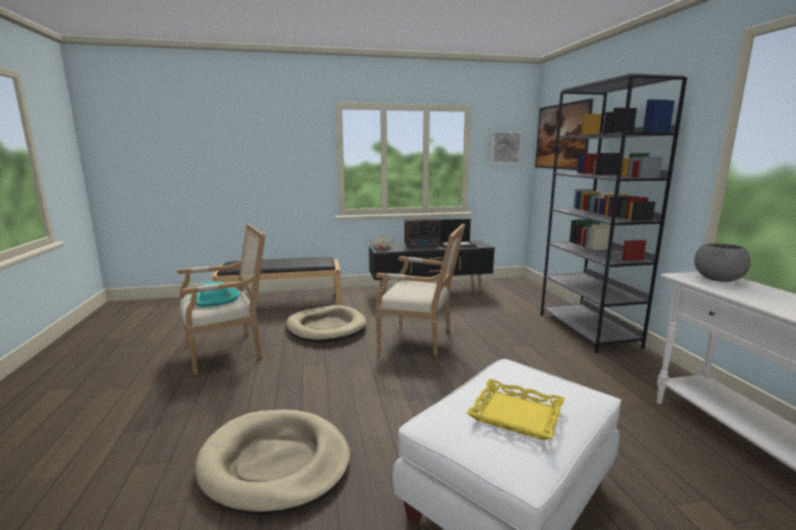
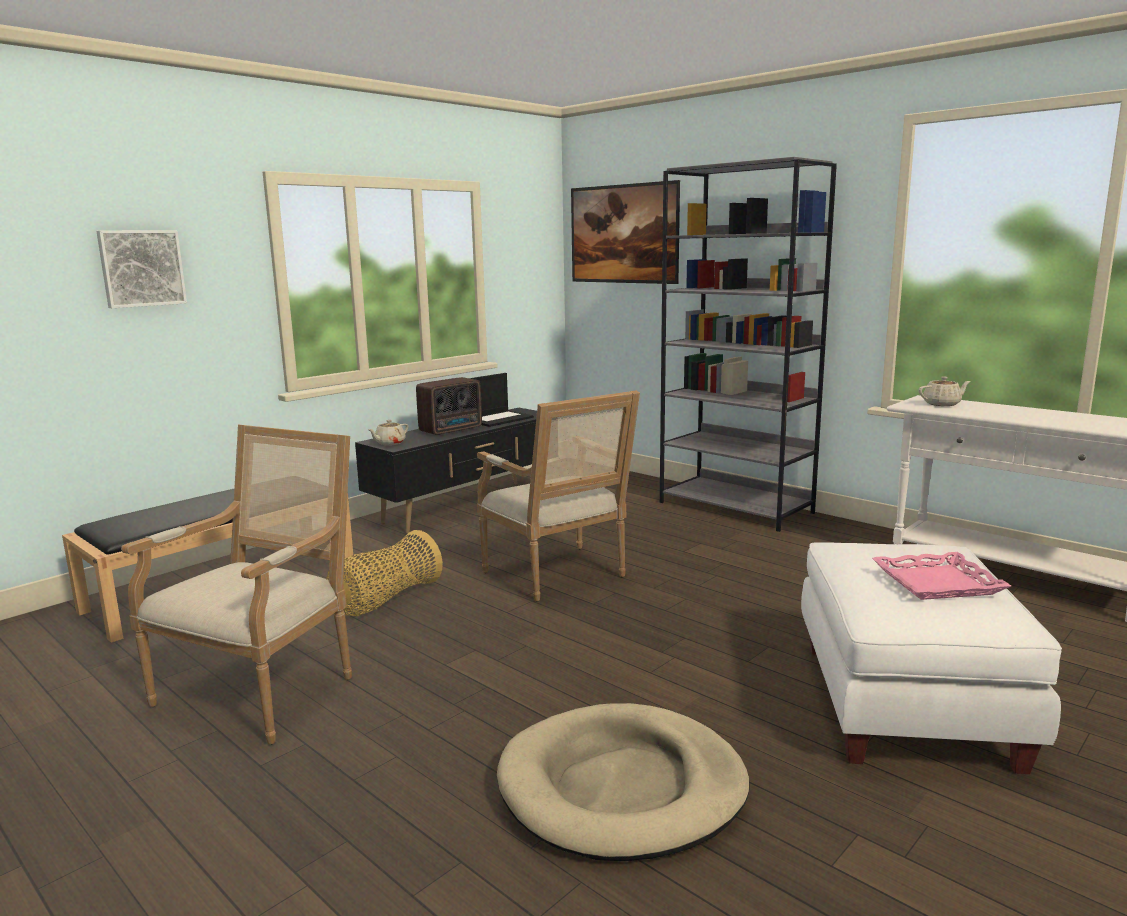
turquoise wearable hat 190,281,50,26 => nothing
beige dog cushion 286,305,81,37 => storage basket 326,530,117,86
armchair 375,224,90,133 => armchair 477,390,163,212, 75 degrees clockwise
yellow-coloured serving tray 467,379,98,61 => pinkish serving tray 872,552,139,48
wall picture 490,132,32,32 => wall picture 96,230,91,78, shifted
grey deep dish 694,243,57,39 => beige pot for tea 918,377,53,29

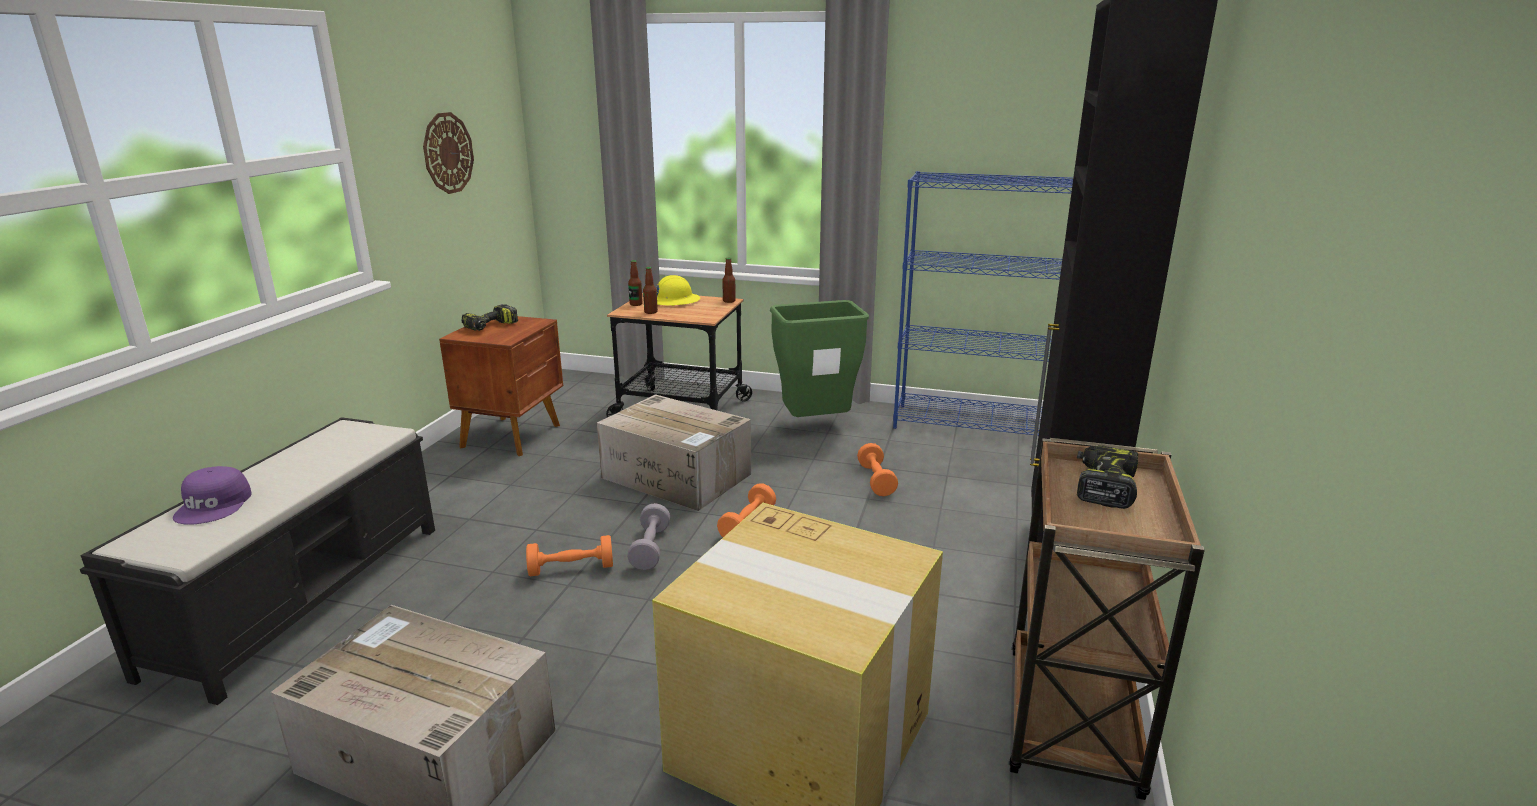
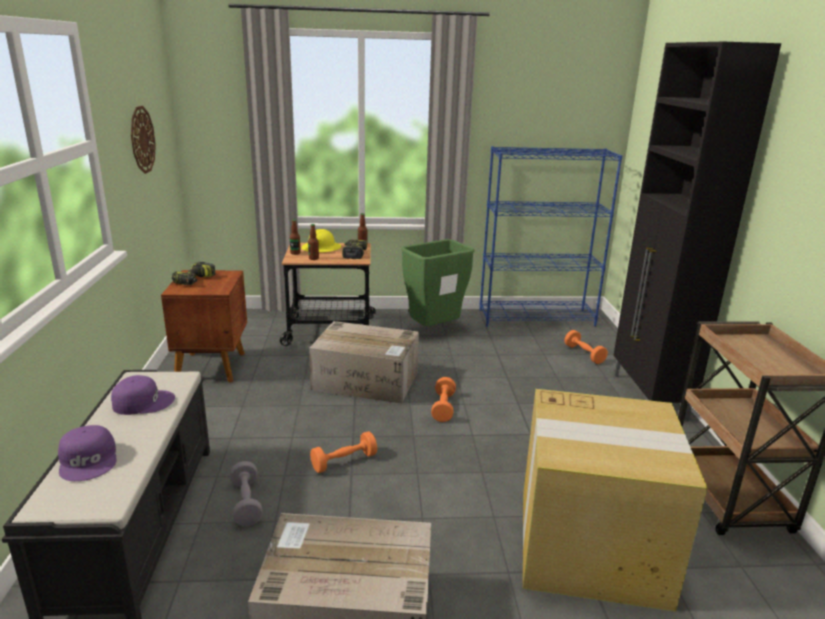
grey free weight 627,503,43,67 => grey free weight 230,461,33,65, shifted
orangey free weight 857,443,41,53 => orangey free weight 564,330,44,34, shifted
electric drill 1077,445,61,64 => electric drill 342,239,25,20, shifted
nothing => purple peaked cap 111,375,64,40

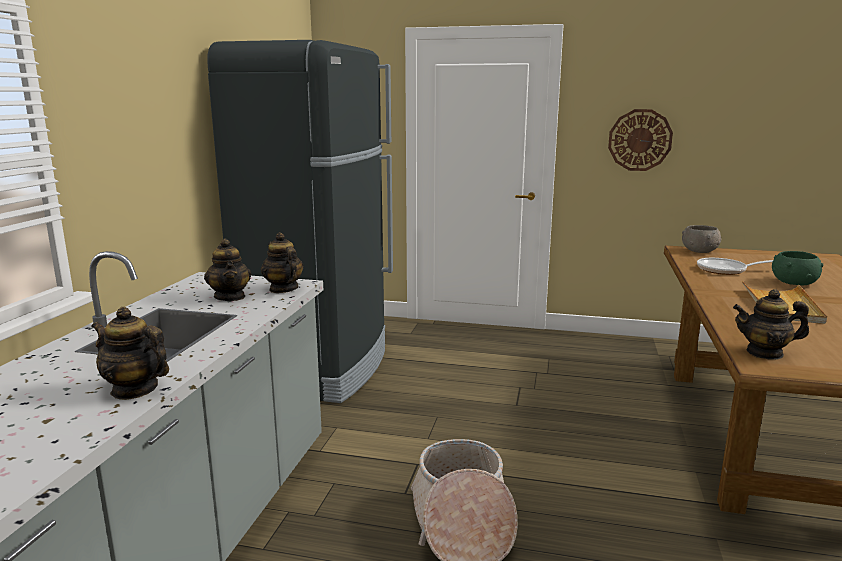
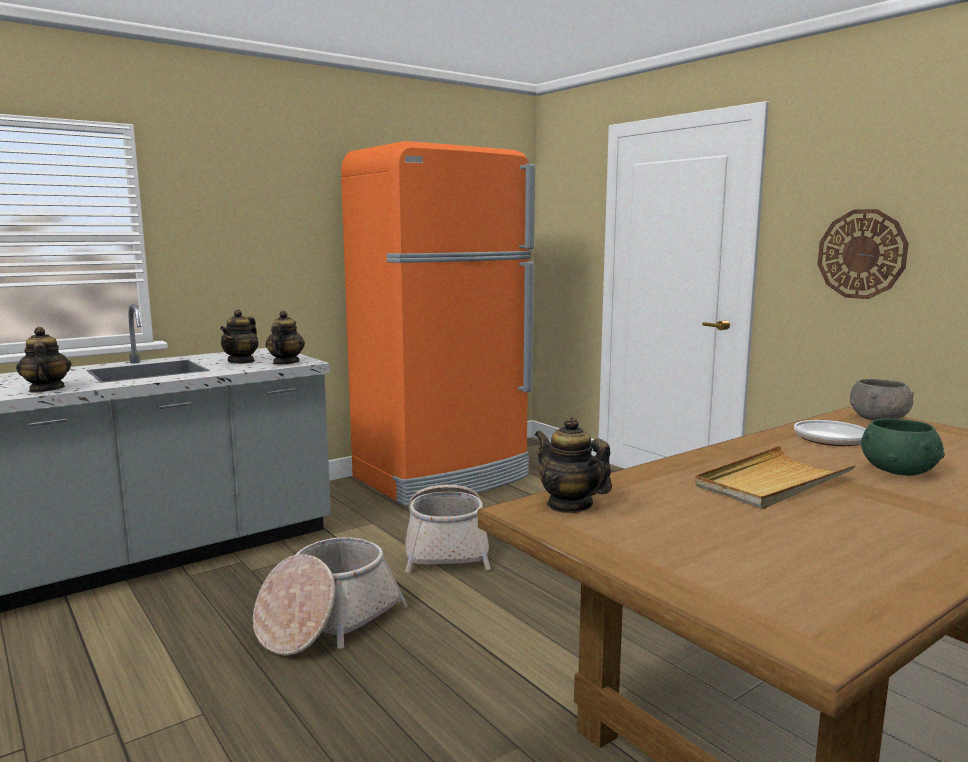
black-coloured refrigerator 207,40,186,363 => orangey refrigerator 341,141,194,366
nothing => storage basket 405,485,86,88

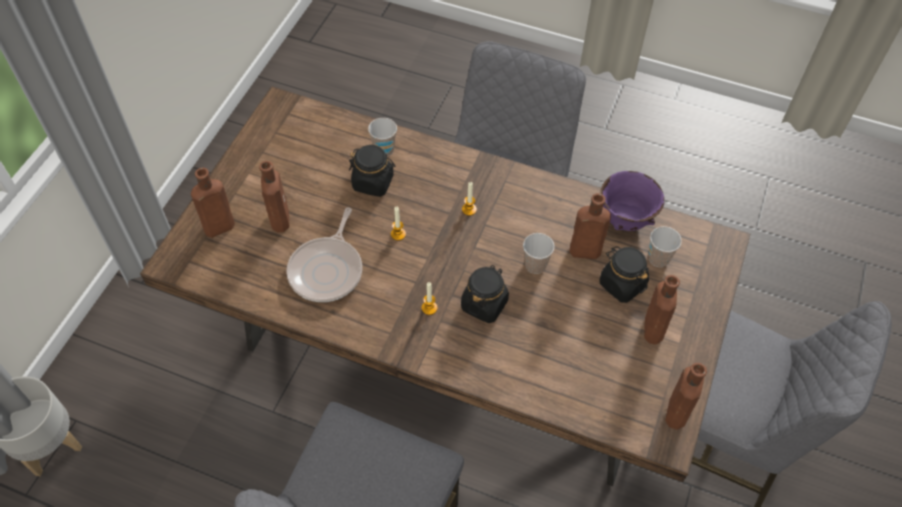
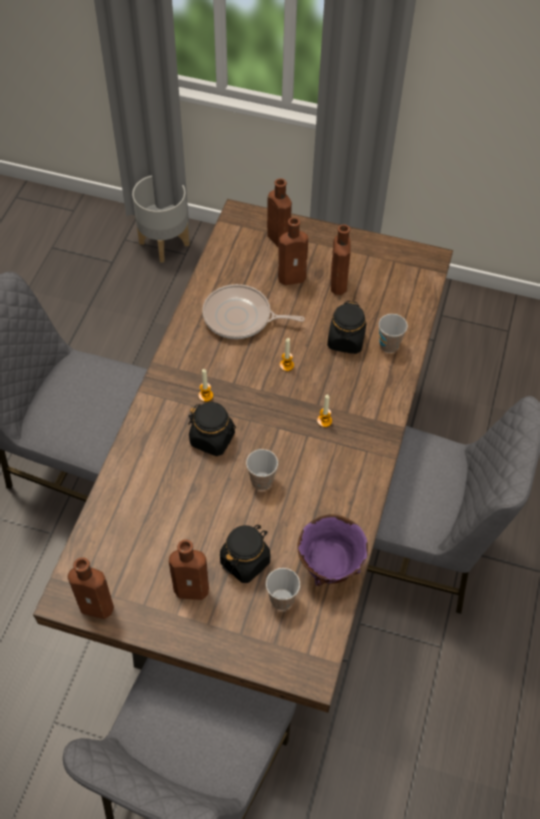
brownish bottle 570,193,41,66 => brownish bottle 331,224,20,71, shifted

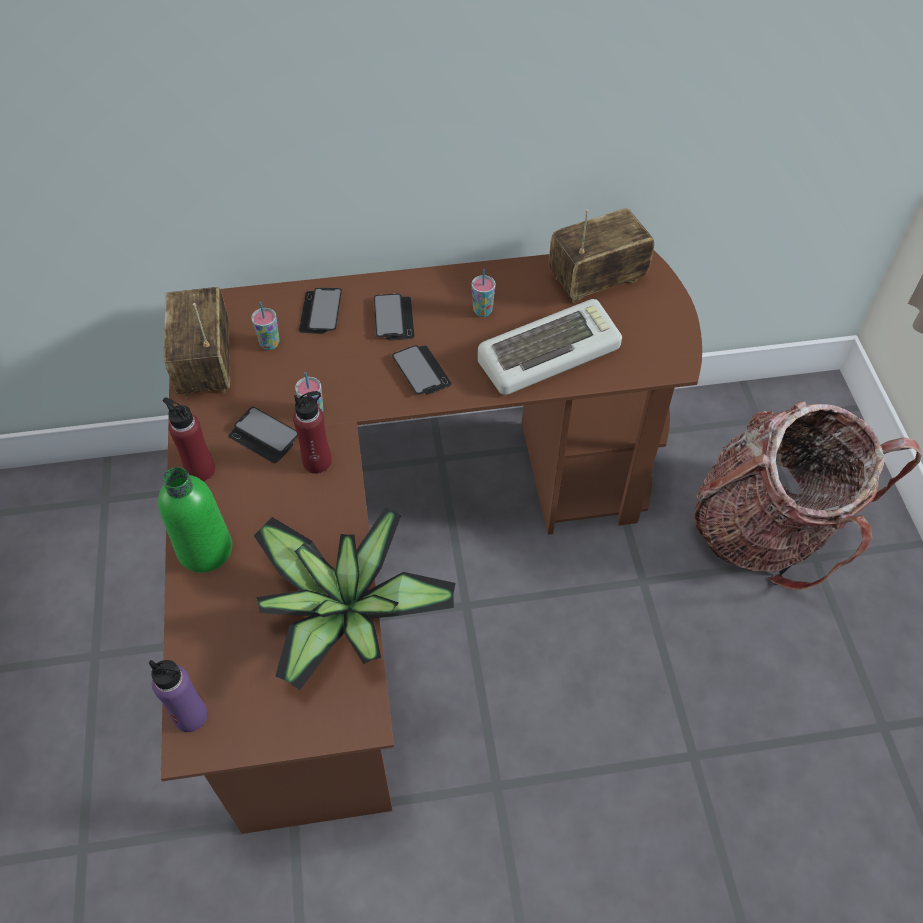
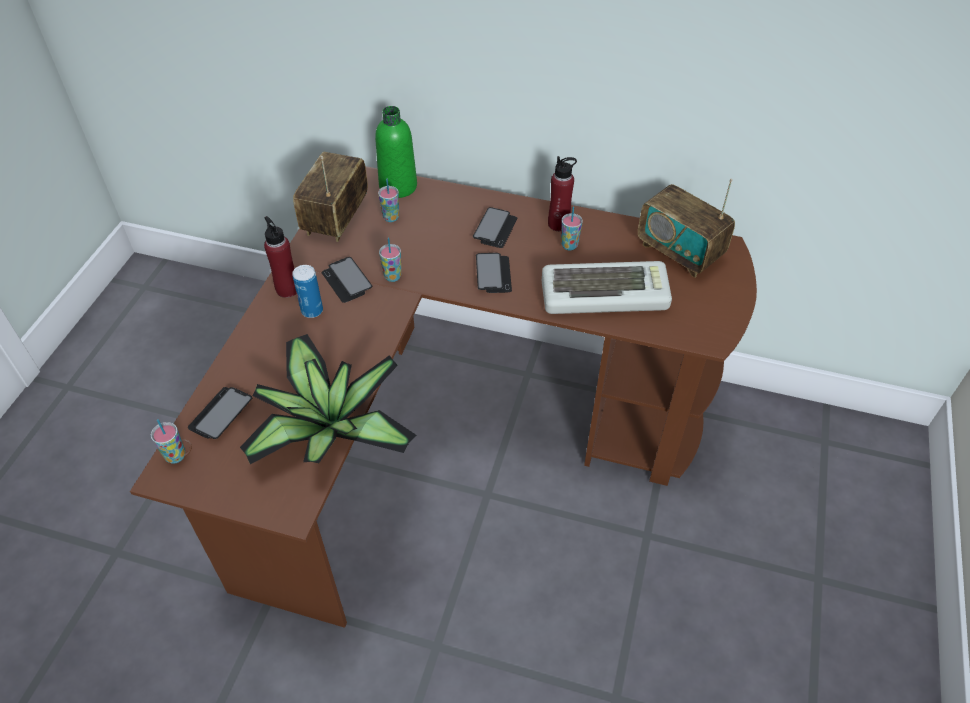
purple bottle 149,660,59,72 => cup 151,419,34,45
green-coloured bottle 158,467,74,106 => green-coloured bottle 375,106,42,92, shifted
red-coloured bottle 293,391,39,83 => red-coloured bottle 548,156,29,75, shifted
phone 299,288,43,46 => phone 188,387,64,52, shifted
radio set 549,208,105,95 => radio set 638,178,97,100, 135 degrees counterclockwise
backpack 694,401,228,189 => nothing
nothing => metal can 292,265,31,53

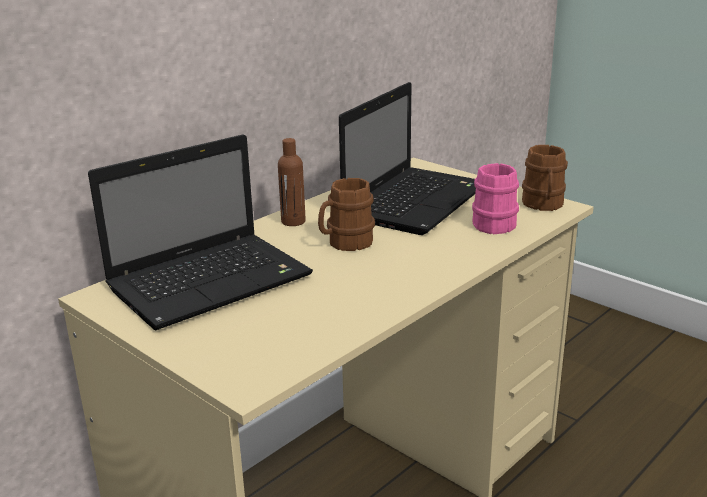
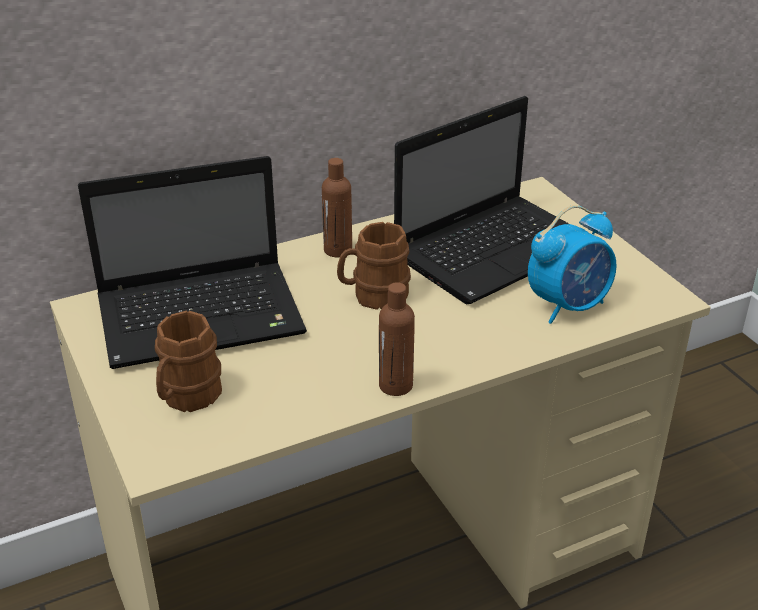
pinkish mug 472,163,47,71 => table clock 528,205,89,119
brownish mug 522,145,46,66 => brownish mug 155,311,67,101, shifted
nothing => brownish bottle 379,282,36,114

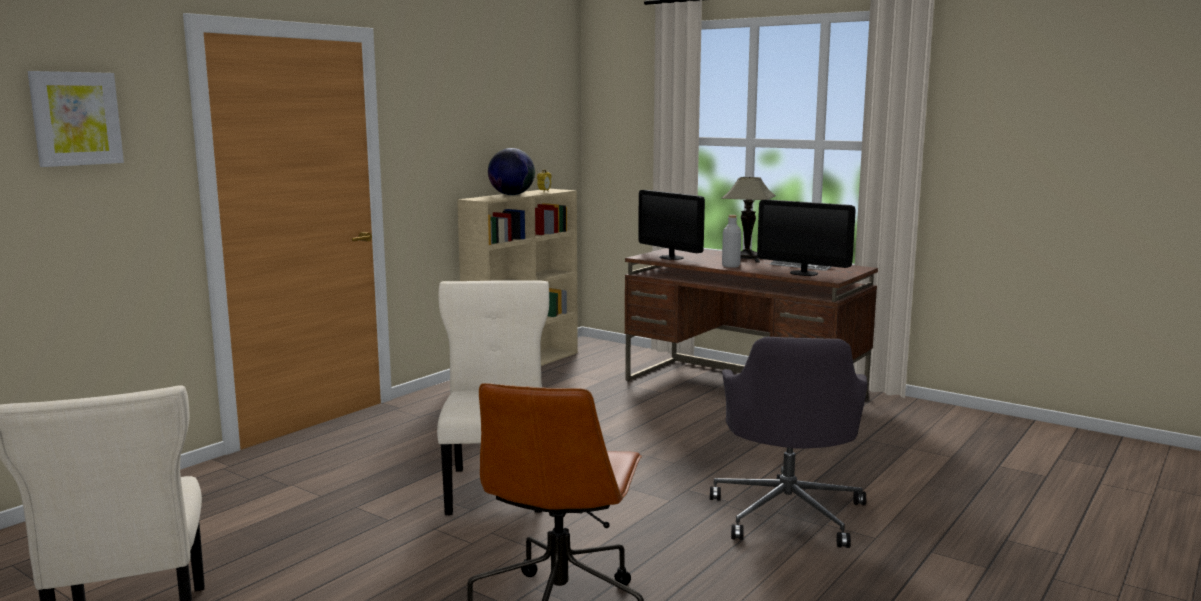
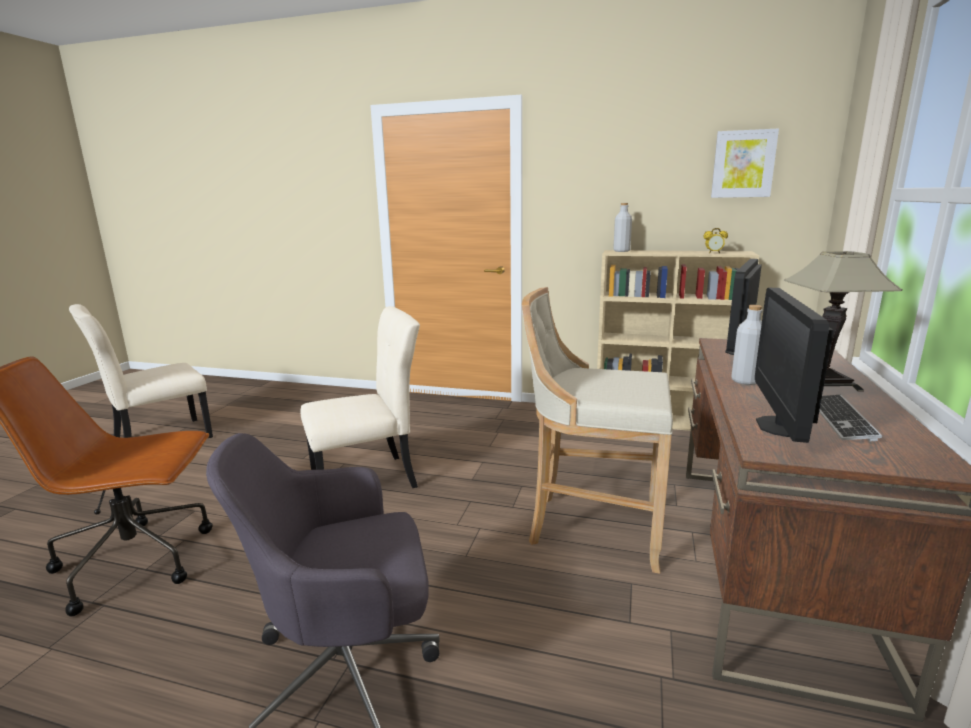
wall picture 27,71,97,96 => wall picture 711,128,68,70, shifted
desk globe 488,148,47,47 => nothing
nothing => beige stool seat 522,287,151,286
nothing => grey bottle 613,203,19,49

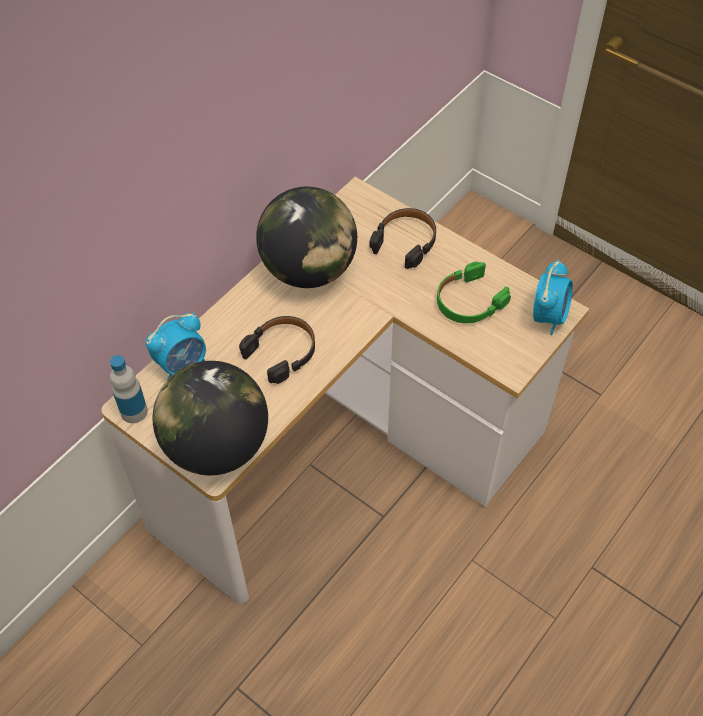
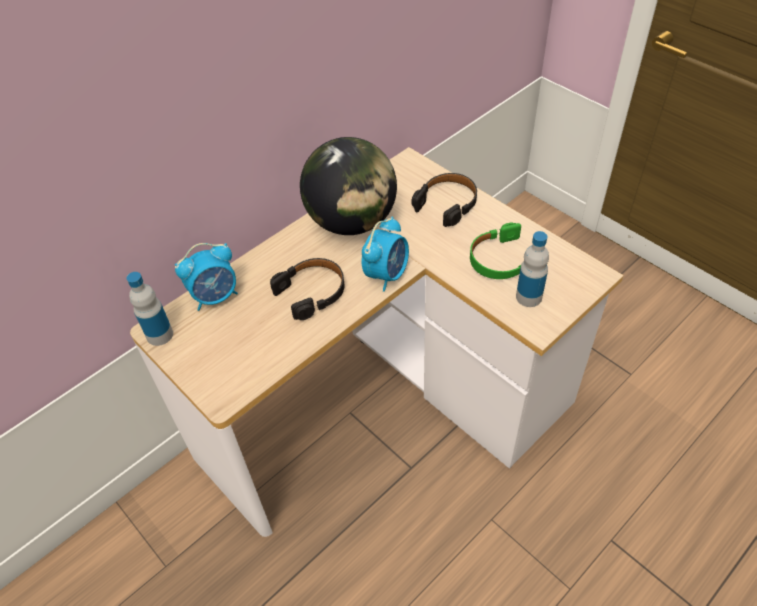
desk globe 153,361,115,114 => nothing
table clock 533,260,40,75 => table clock 361,216,48,76, shifted
nothing => bottle 516,231,33,76

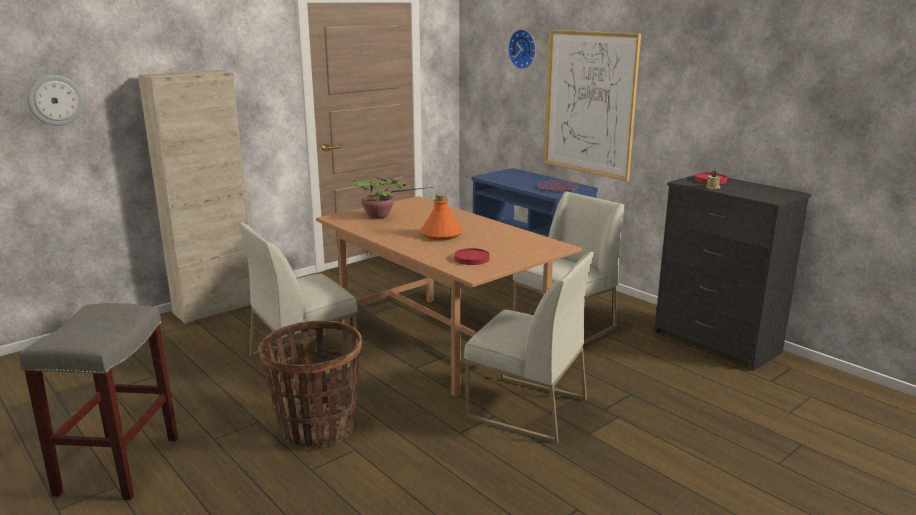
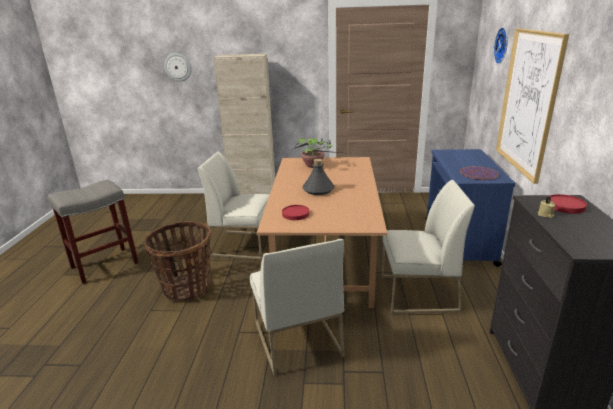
orangey bottle 420,193,43,47 => grey bottle 302,159,33,36

